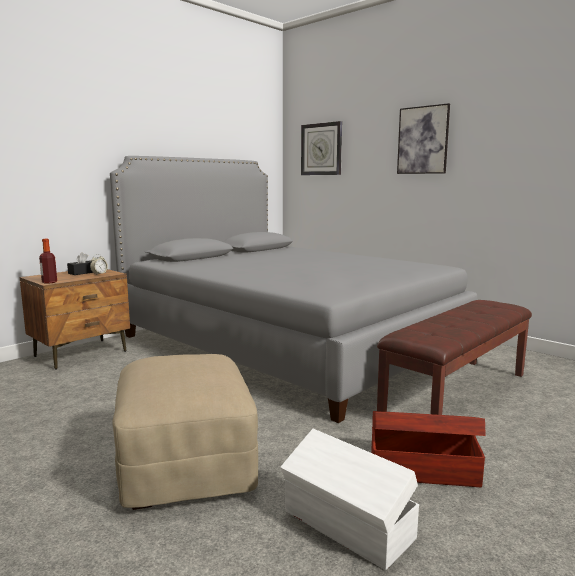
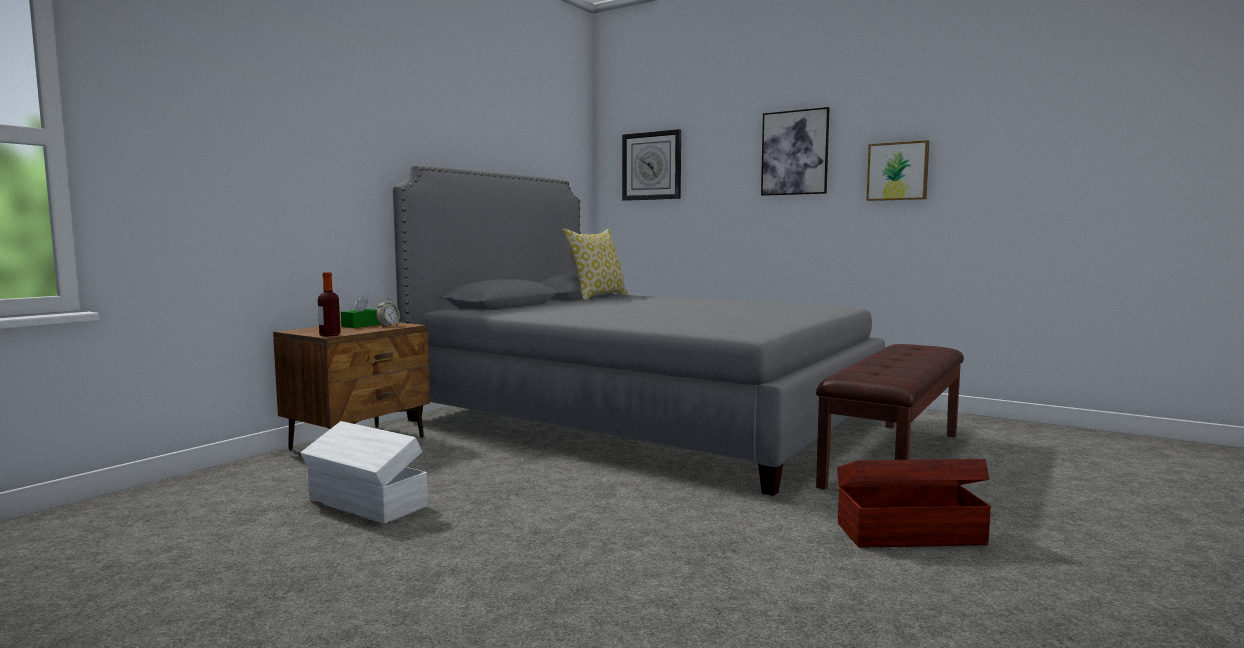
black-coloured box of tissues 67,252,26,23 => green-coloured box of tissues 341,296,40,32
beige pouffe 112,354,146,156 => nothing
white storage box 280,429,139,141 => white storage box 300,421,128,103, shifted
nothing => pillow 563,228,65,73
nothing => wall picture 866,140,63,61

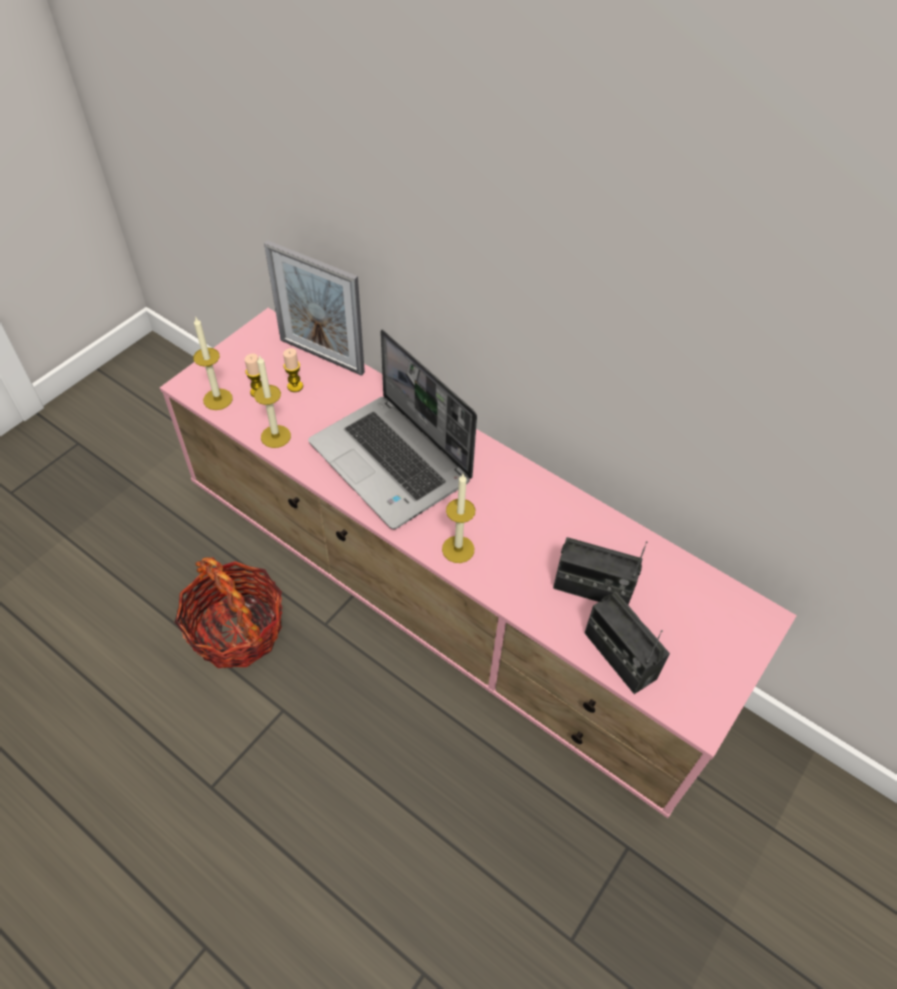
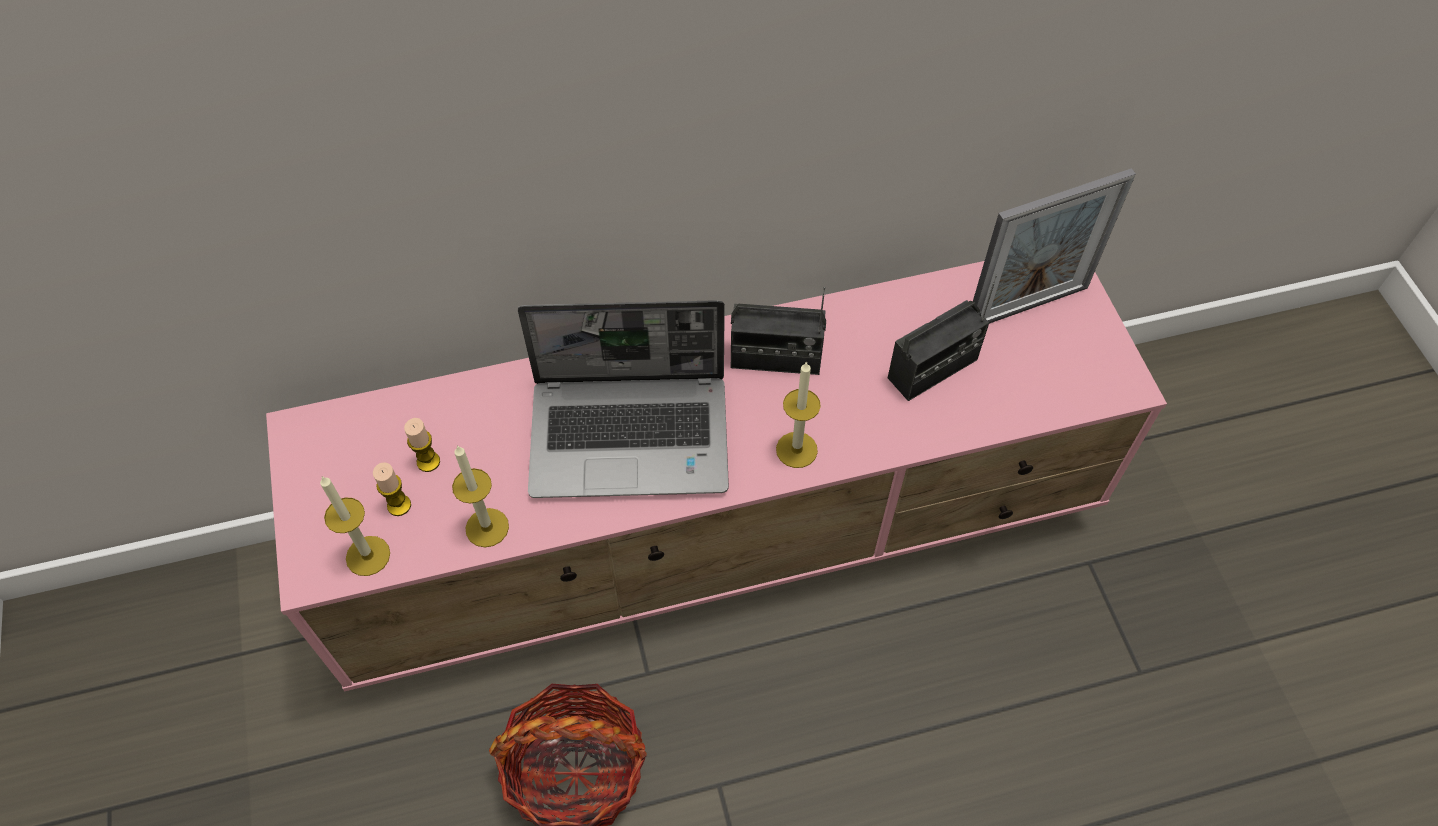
photo frame 264,240,101,136 => photo frame 973,168,163,156, shifted
radio set 585,592,85,102 => radio set 731,287,95,88, shifted

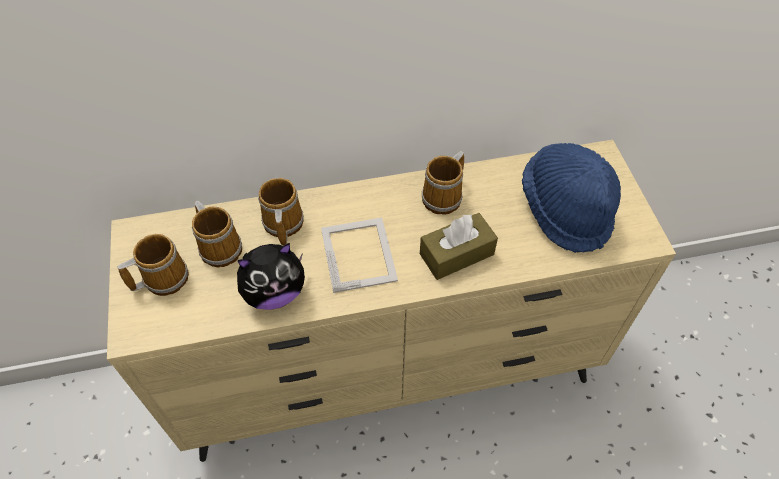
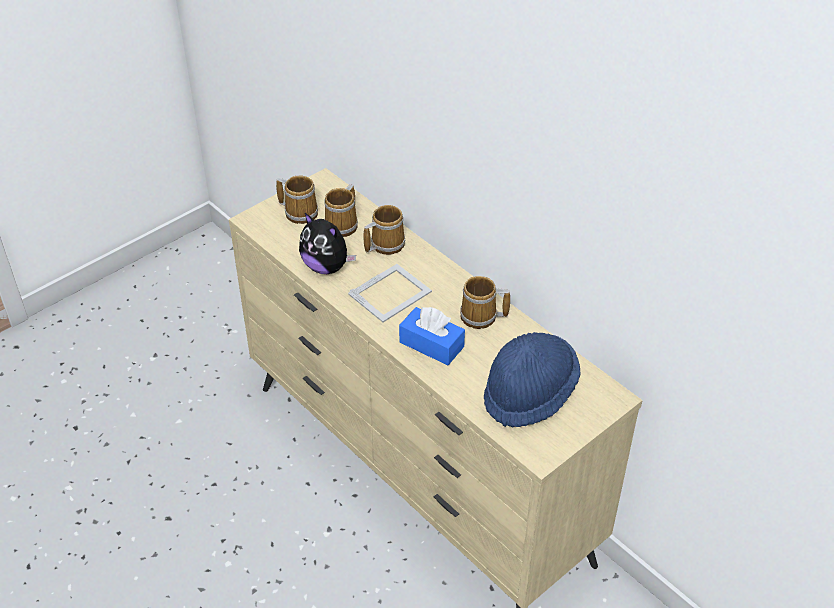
brownish box of tissues 420,213,78,67 => blue-coloured box of tissues 399,307,66,58

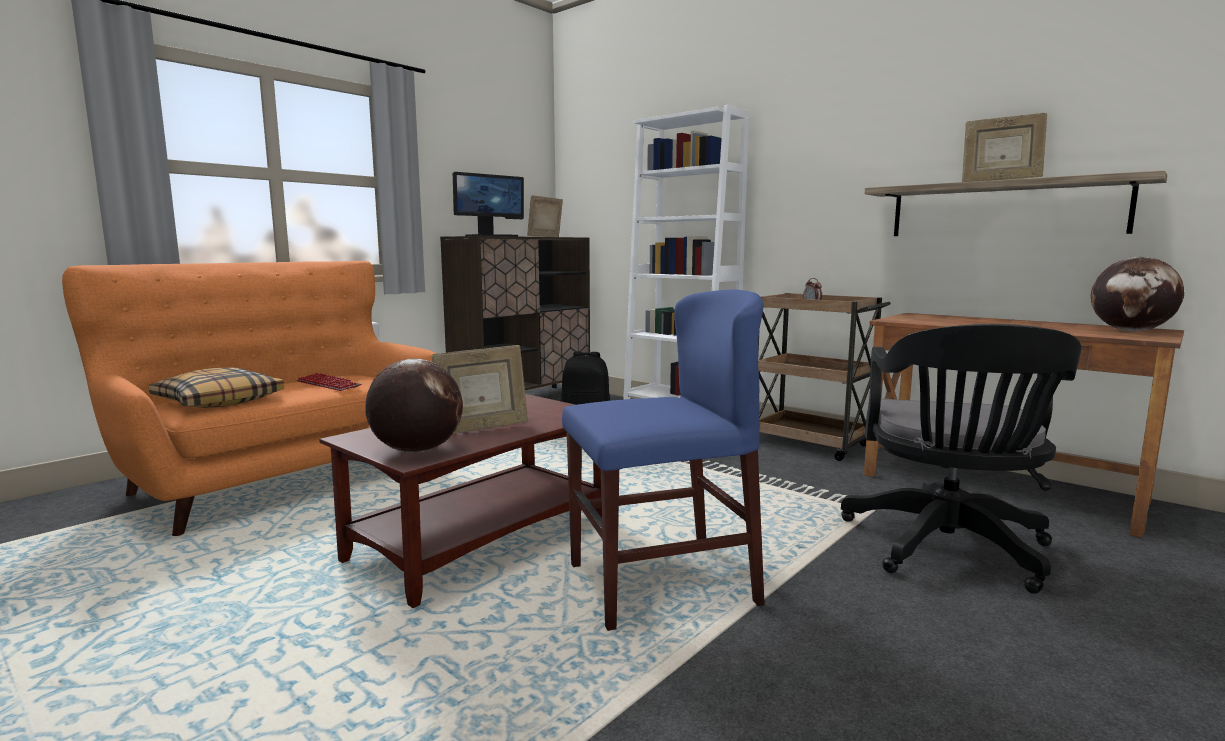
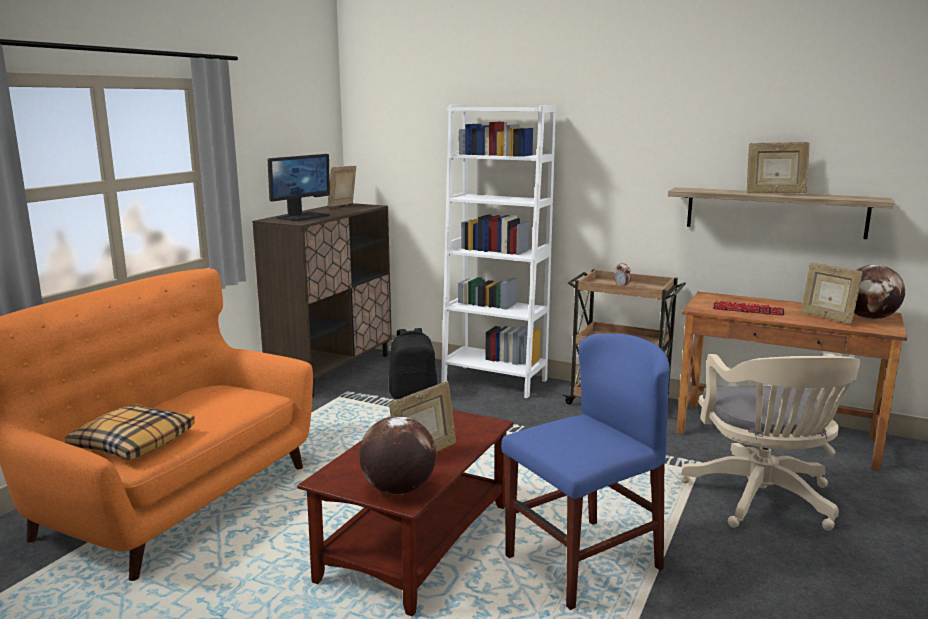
PC keyboard 297,373,64,18 => PC keyboard 713,300,71,16, shifted
black-coloured desk chair 841,324,241,270 => beige desk chair 680,354,180,177
nothing => photo frame 801,262,62,62

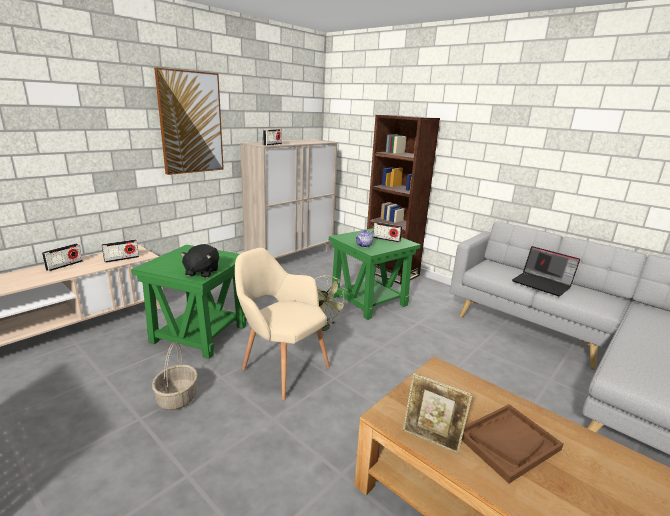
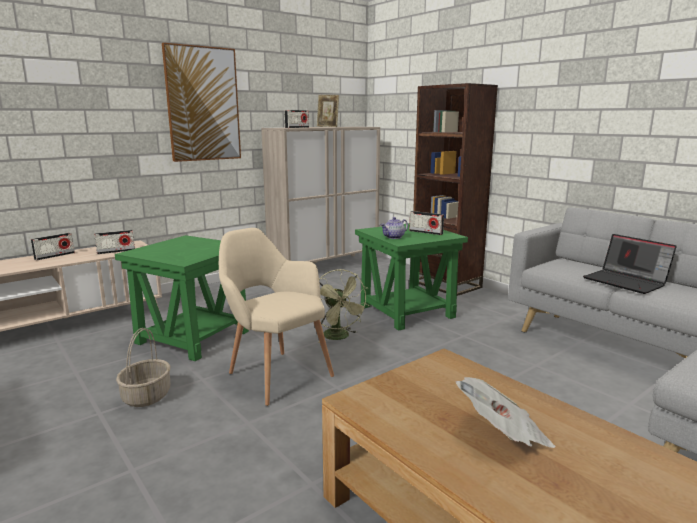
black-coloured plush toy 180,244,39,34 => nothing
photo frame 403,373,70,81 => photo frame 317,95,22,32, shifted
brownish serving tray 462,404,101,79 => printed paper 455,377,100,71

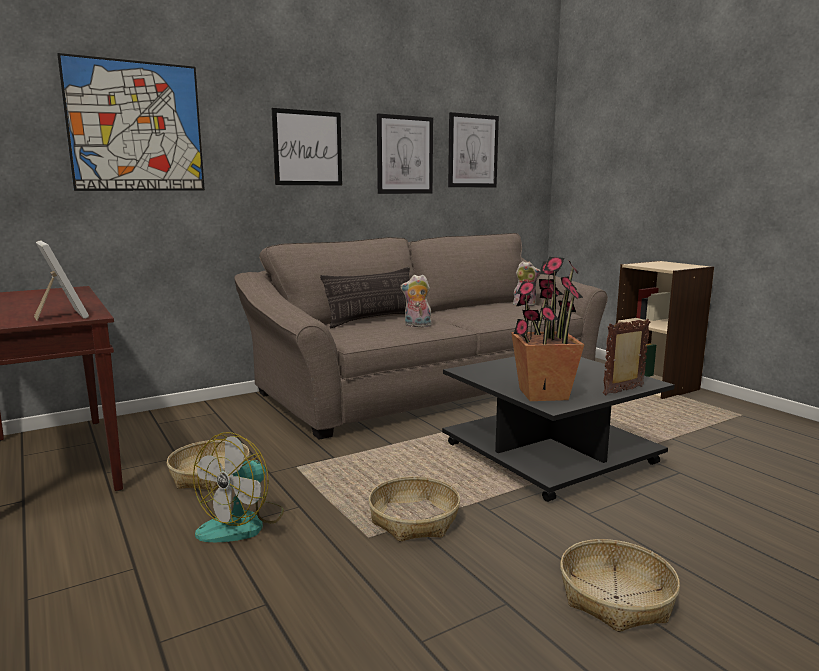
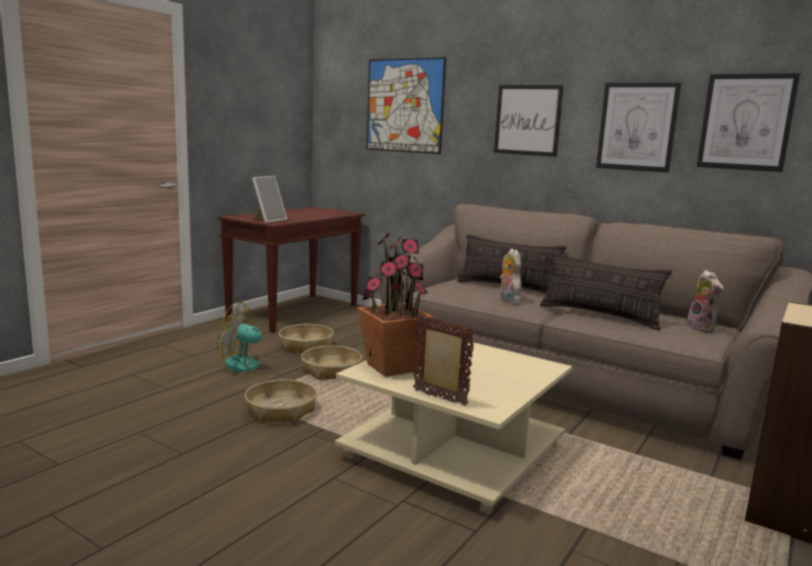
black-coloured coffee table 442,357,233,145 => beige coffee table 335,342,237,173
storage basket 560,539,120,93 => storage basket 301,346,61,34, shifted
nothing => pillow 540,252,132,78

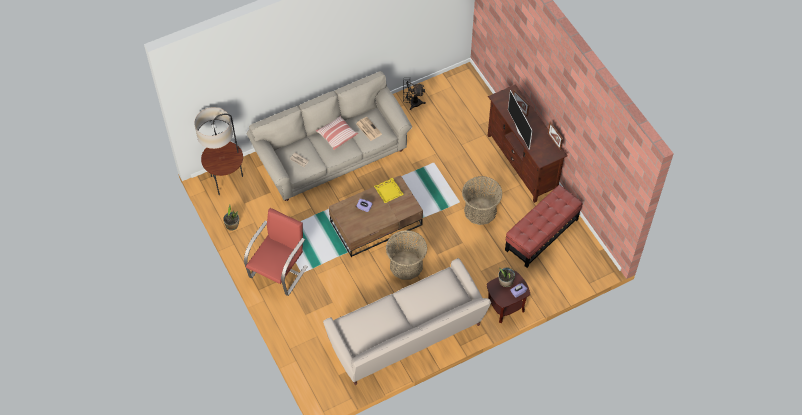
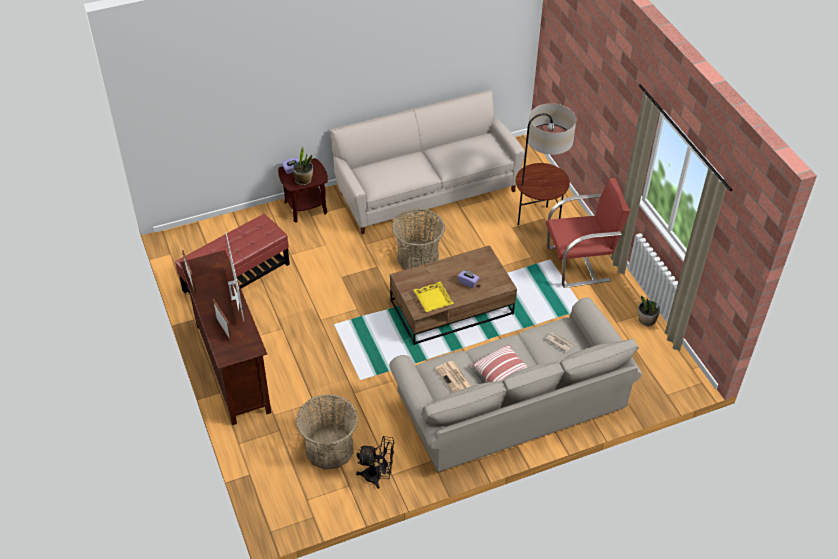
floor lamp 194,107,49,88 => floor lamp 516,103,60,122, shifted
red-coloured armchair 244,208,64,88 => red-coloured armchair 546,178,85,110, 135 degrees counterclockwise
storage basket 462,176,40,49 => storage basket 296,394,62,75, shifted

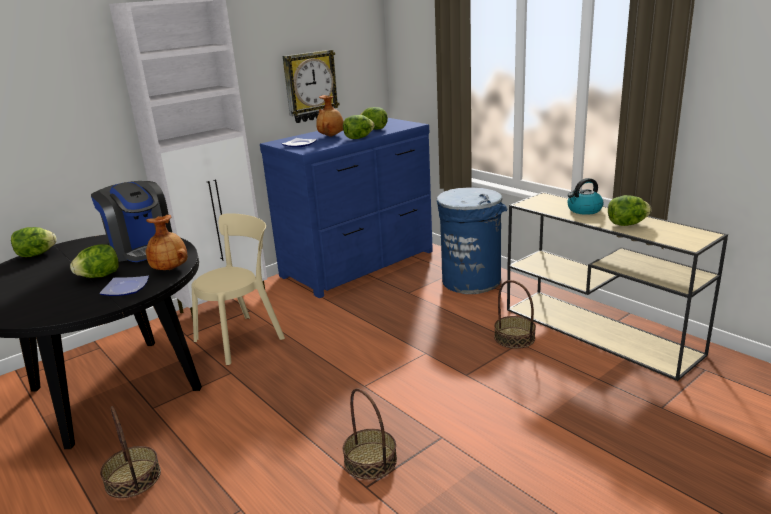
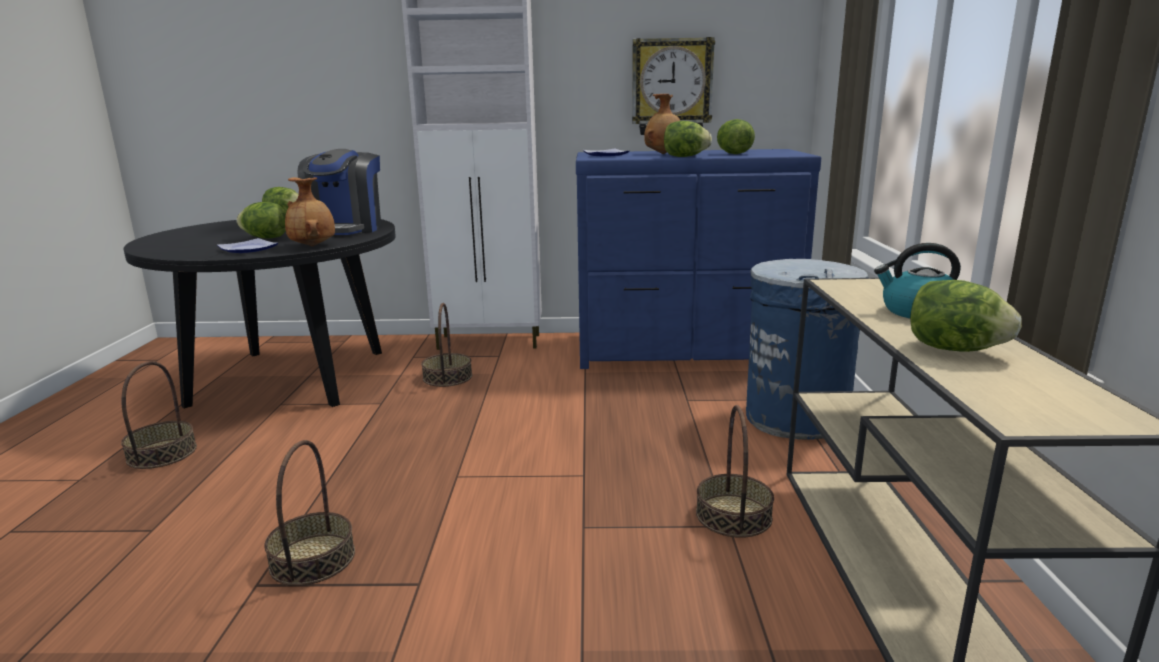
beige plain chair 192,213,93,152 => storage basket 421,303,51,84

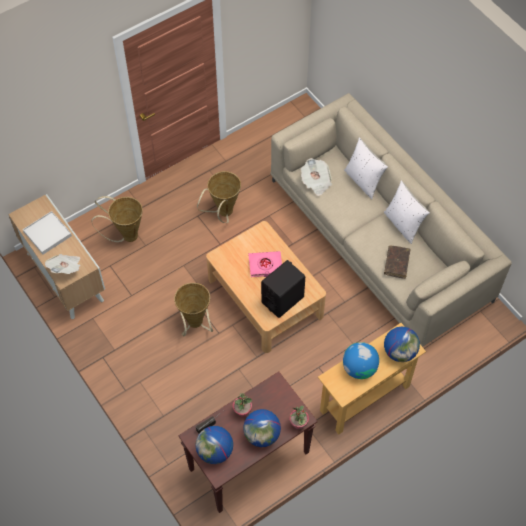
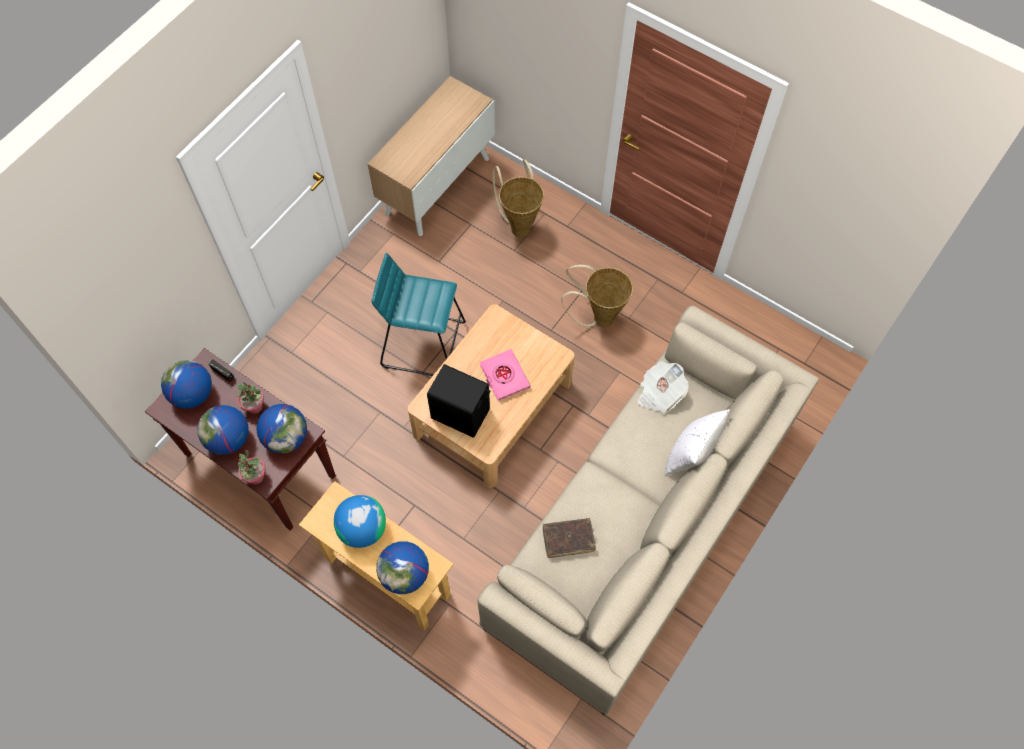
white serving tray 23,211,49,43 => nothing
printed paper 45,254,36,20 => nothing
storage basket 174,283,39,53 => turquoise stool seat 371,253,95,123
white pillow 384,180,46,64 => nothing
nothing => desk globe 256,404,51,49

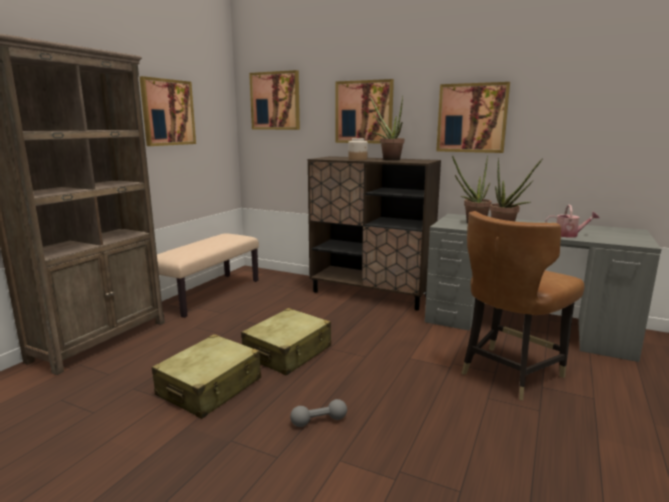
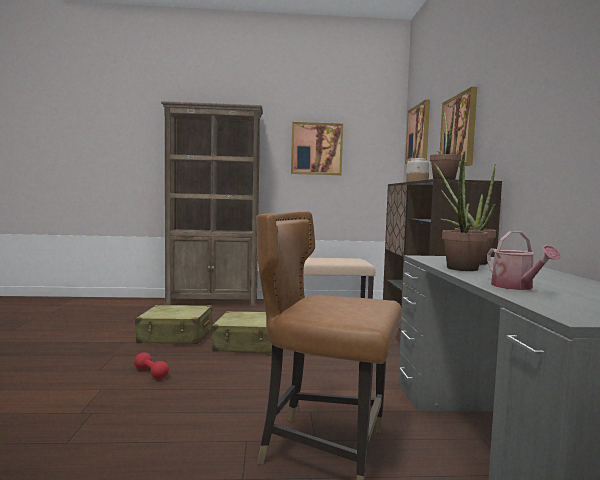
grey free weight 290,399,57,28 => red-coloured free weight 134,352,35,27
wall picture 436,82,74,71 => nothing

